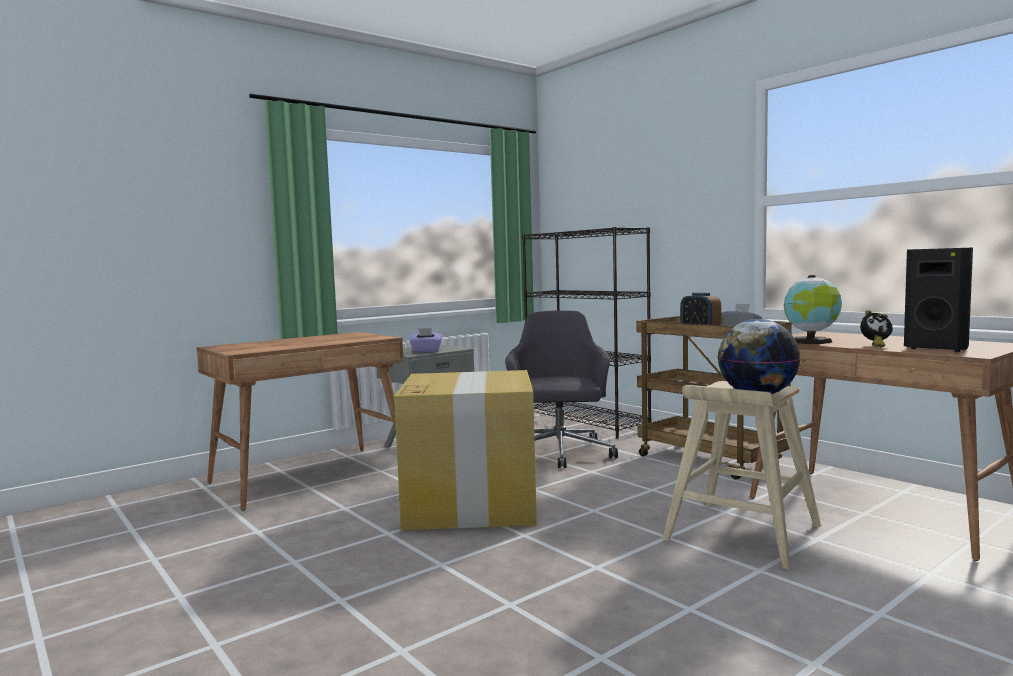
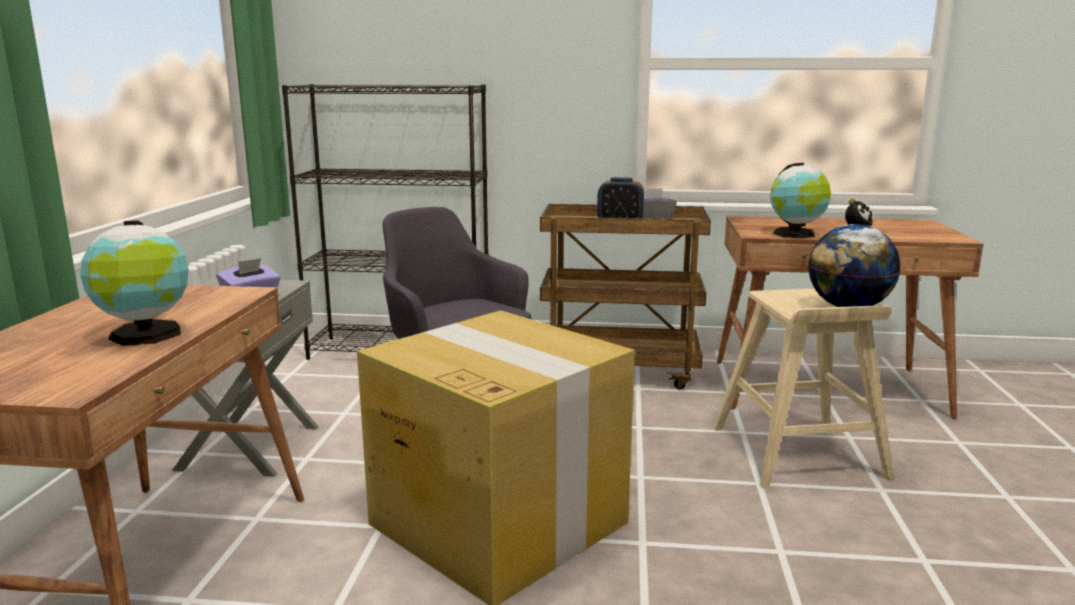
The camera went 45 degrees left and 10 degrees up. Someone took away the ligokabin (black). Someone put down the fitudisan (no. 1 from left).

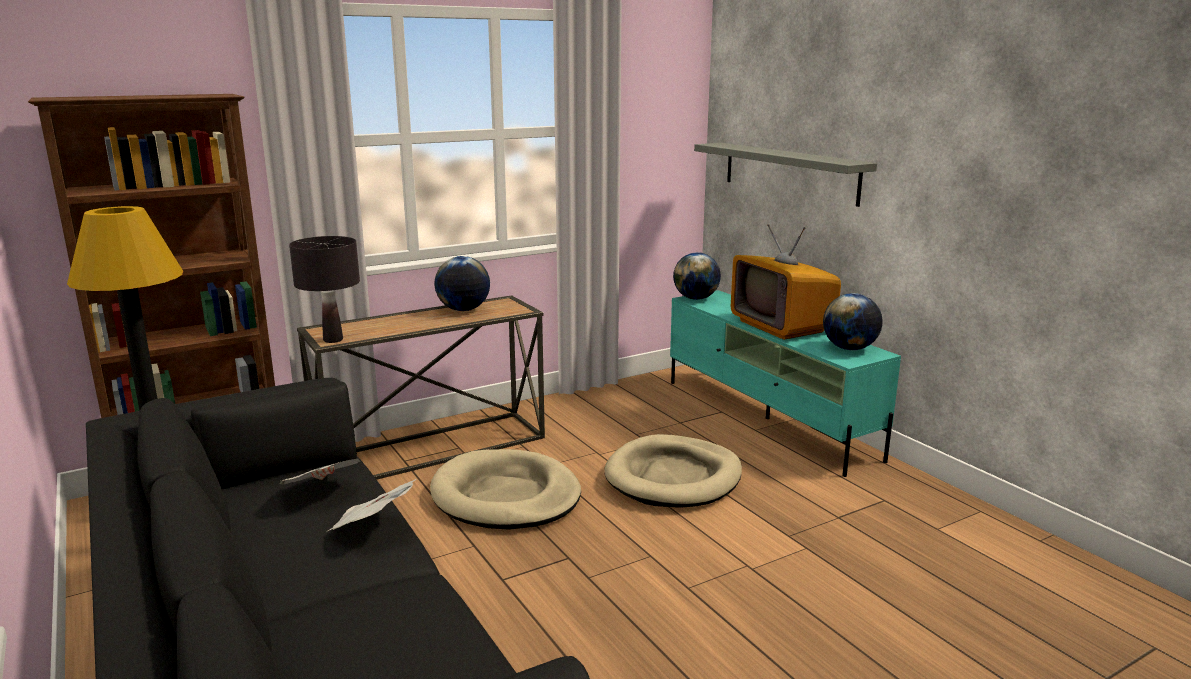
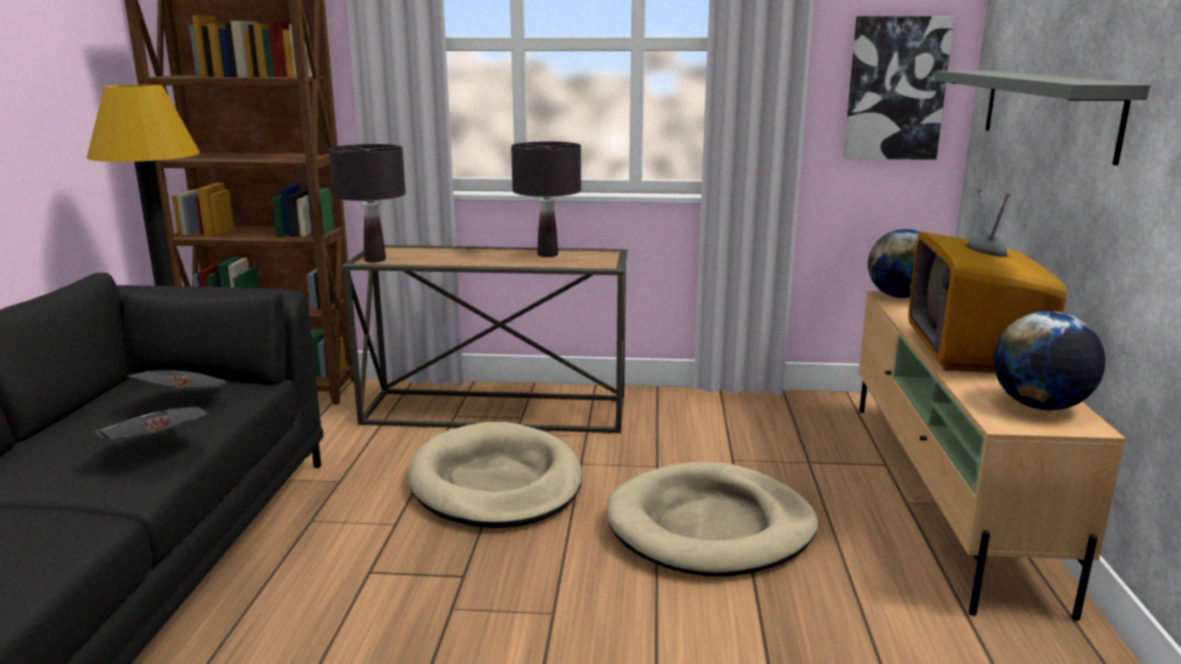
The camera went 35 degrees right and 0 degrees up. Someone put up the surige. Someone swapped the fitudisan (no. 1 from left) for the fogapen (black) (no. 2 from left). Someone repainted the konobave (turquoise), which became the konobave (beige).

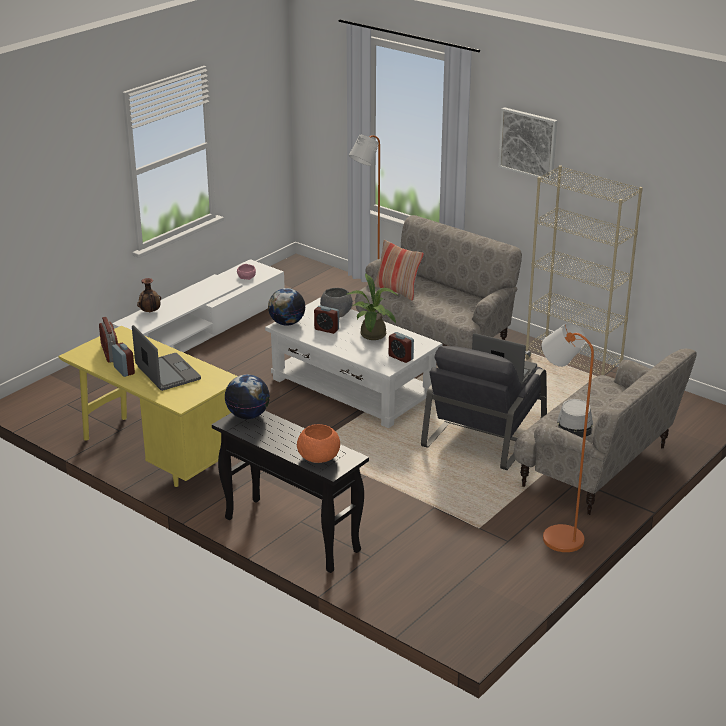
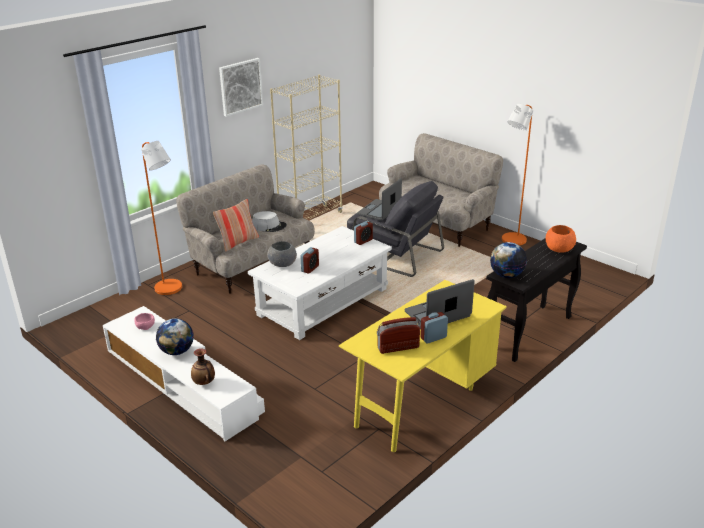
The camera went 85 degrees left and 0 degrees up. Someone took away the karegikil. Someone carried the fitudisan (no. 2 from left in the first image). Someone carried the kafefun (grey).

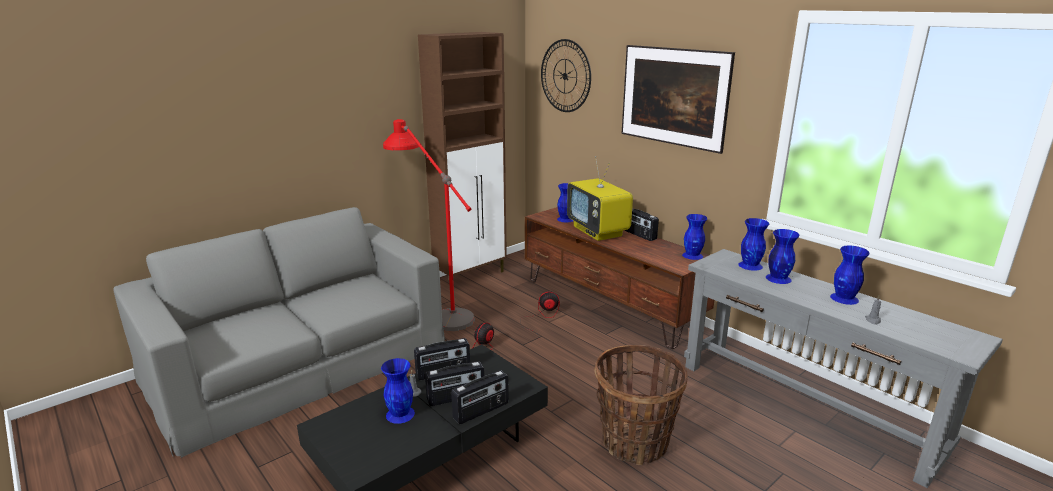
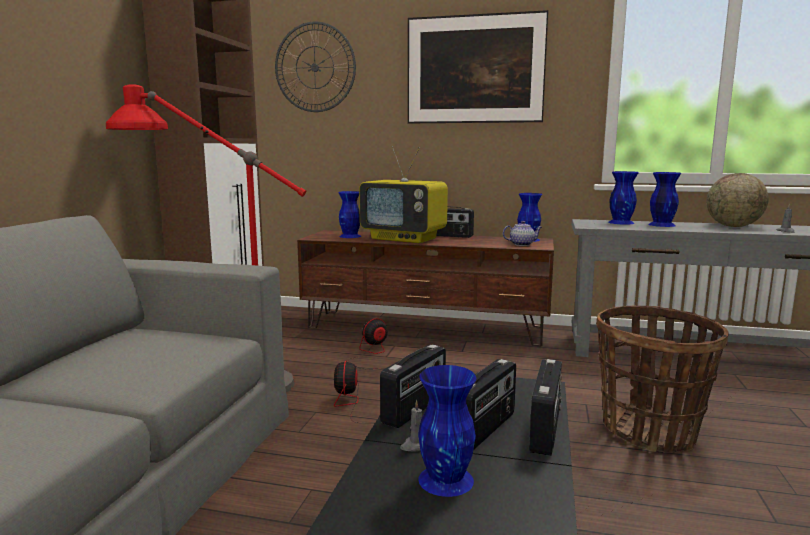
The camera went 35 degrees left and 10 degrees down. Someone put down the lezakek. Someone swapped the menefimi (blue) (no. 6 from left) for the fitudisan.

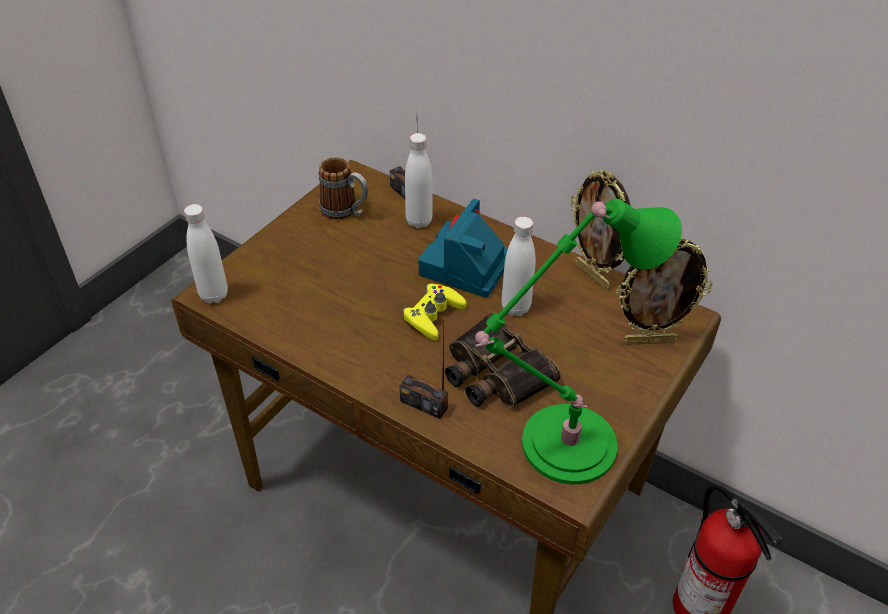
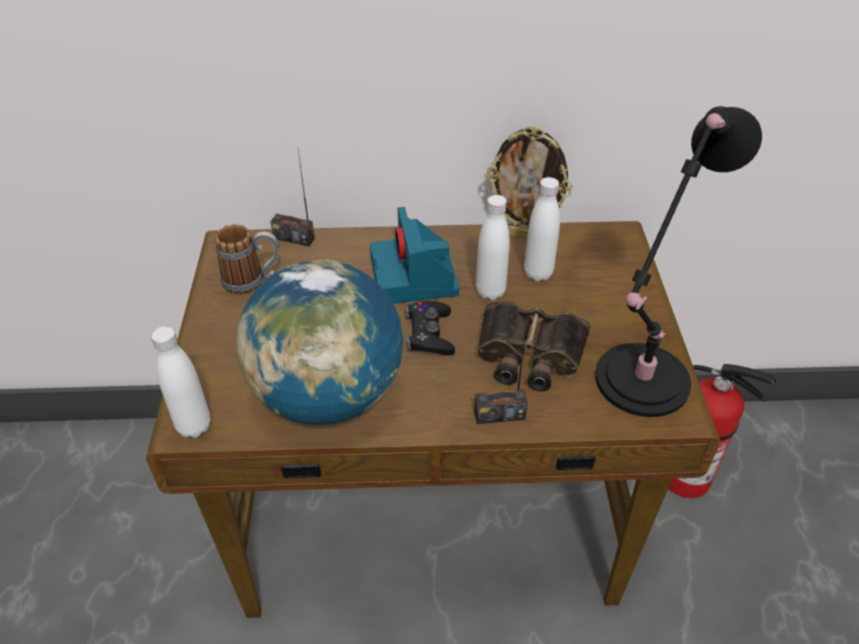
The camera went 35 degrees left and 0 degrees up. Someone took away the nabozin (no. 2 from left). Someone put down the fitudisan. Someone carried the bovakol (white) (no. 2 from left in the first image). Someone repainted the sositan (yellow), which became the sositan (black). Someone repainted the fogapen (green), which became the fogapen (black).

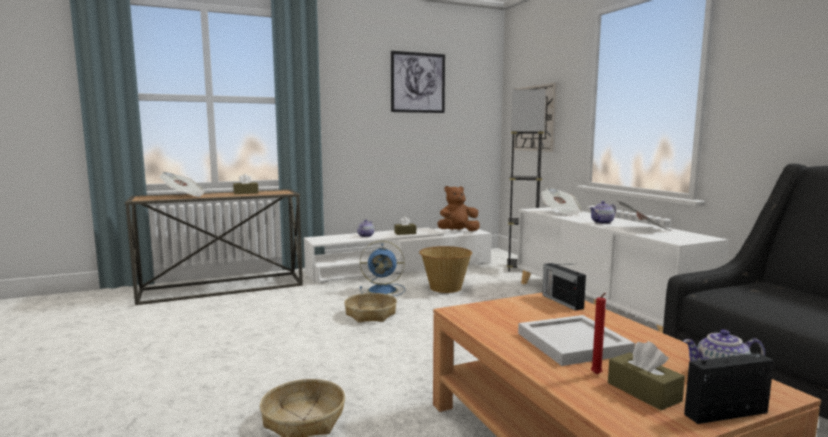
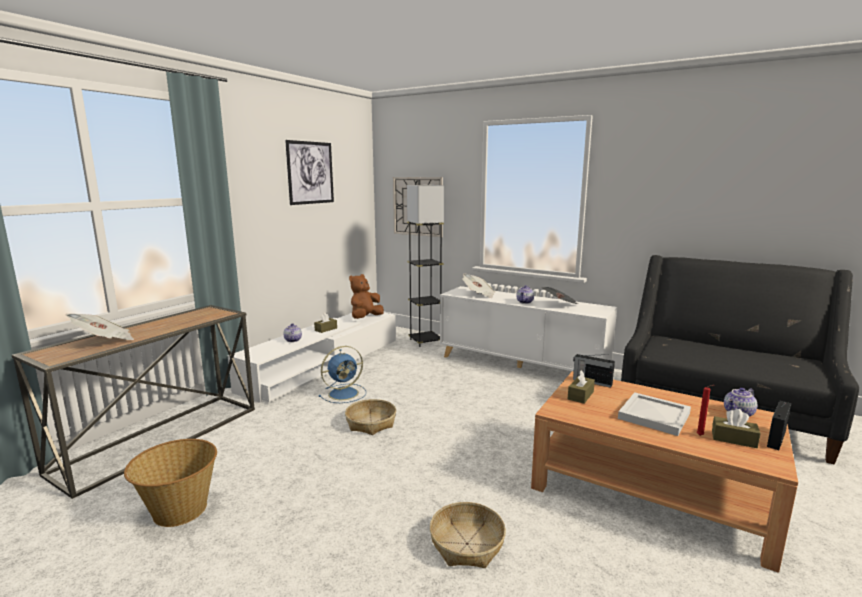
The camera went 35 degrees left and 5 degrees up. Someone carried the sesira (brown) (no. 1 from left in the first image). Someone carried the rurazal (no. 3 from left in the first image).

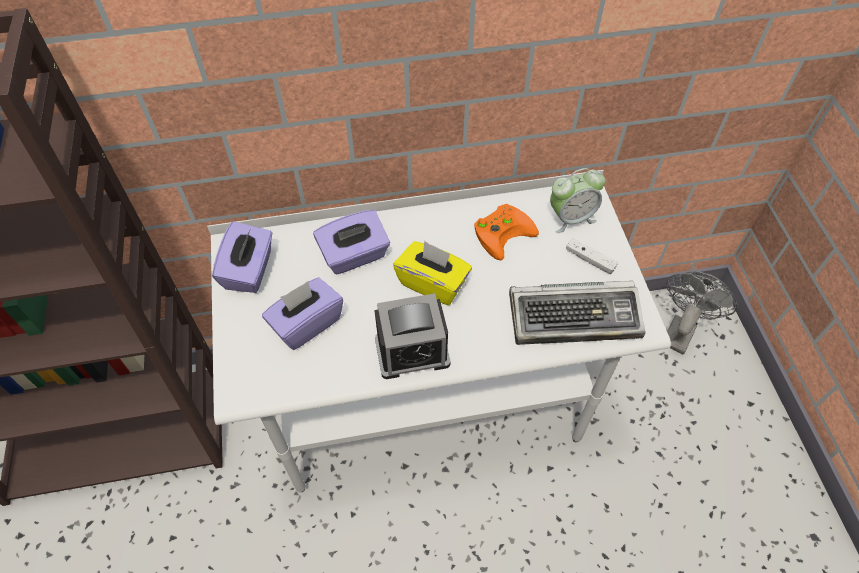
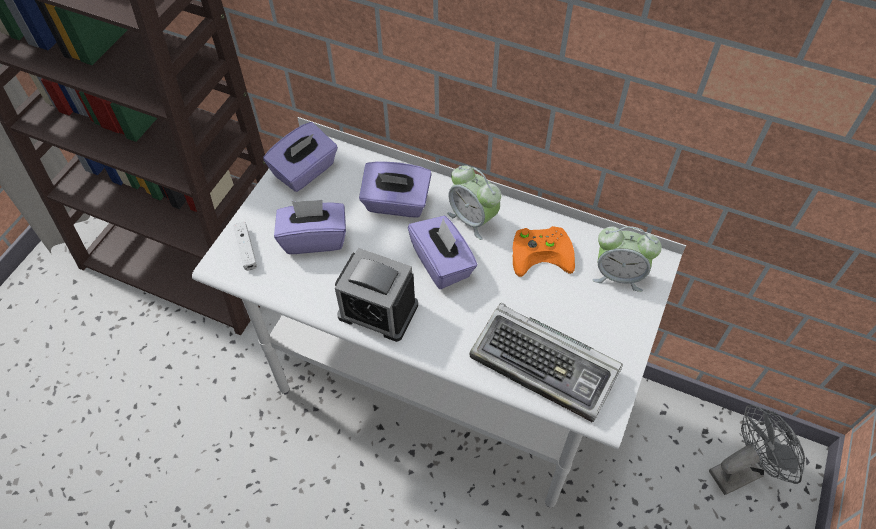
The camera went 35 degrees right and 0 degrees up. Someone put down the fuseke (no. 2 from left). Someone carried the sositan (white). Someone repainted the sesira (yellow), which became the sesira (purple) (no. 4 from left).

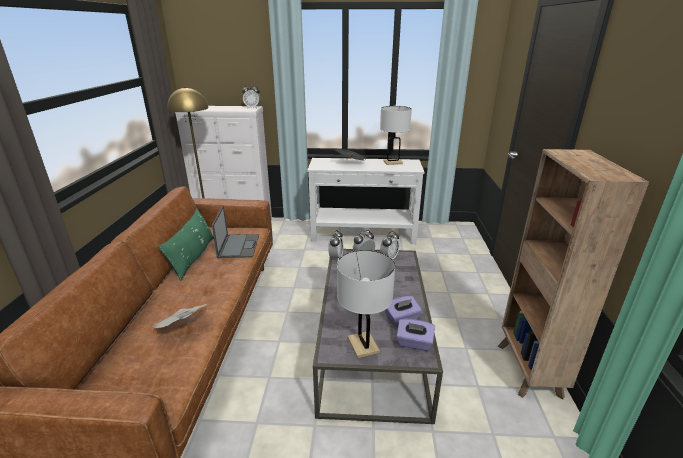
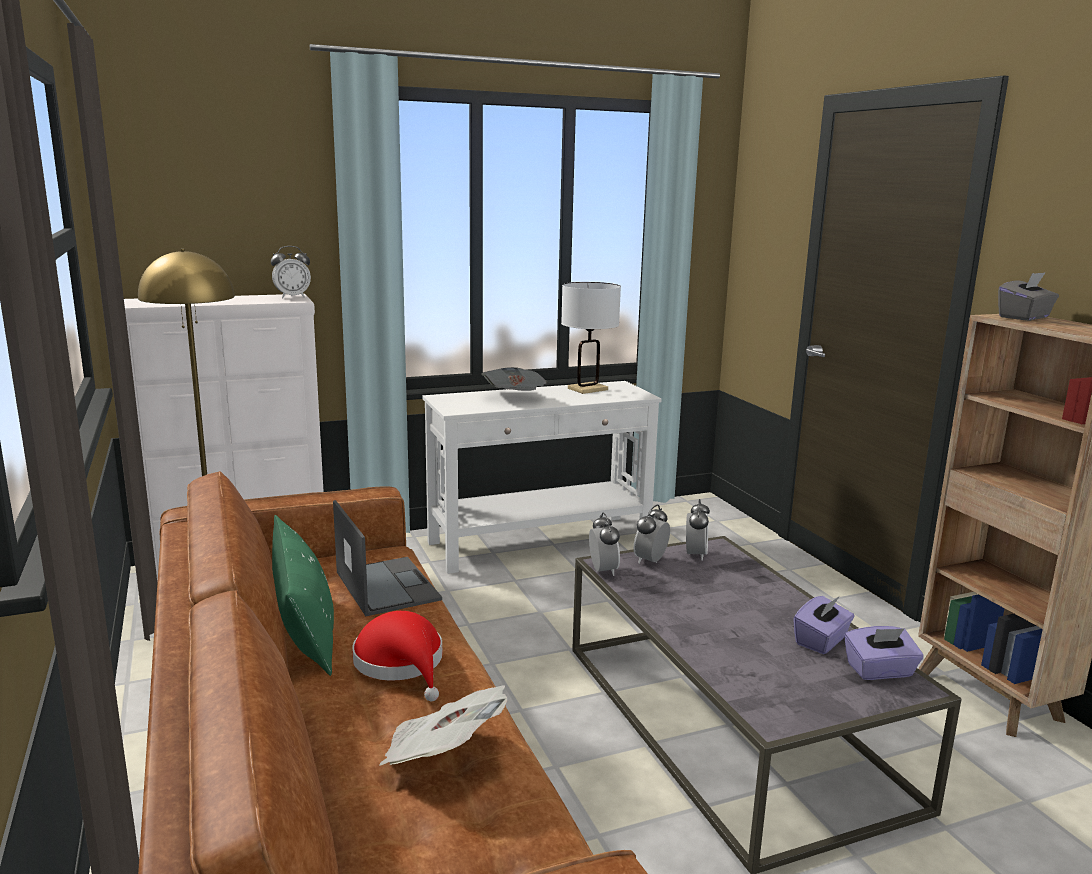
The camera went 25 degrees left and 10 degrees down. Someone took away the fogapen (white) (no. 1 from left). Someone put down the kafefun (red). Someone put down the sesira (grey).

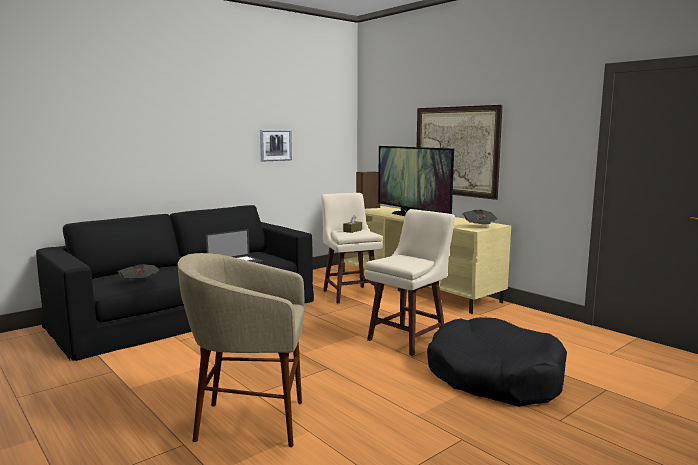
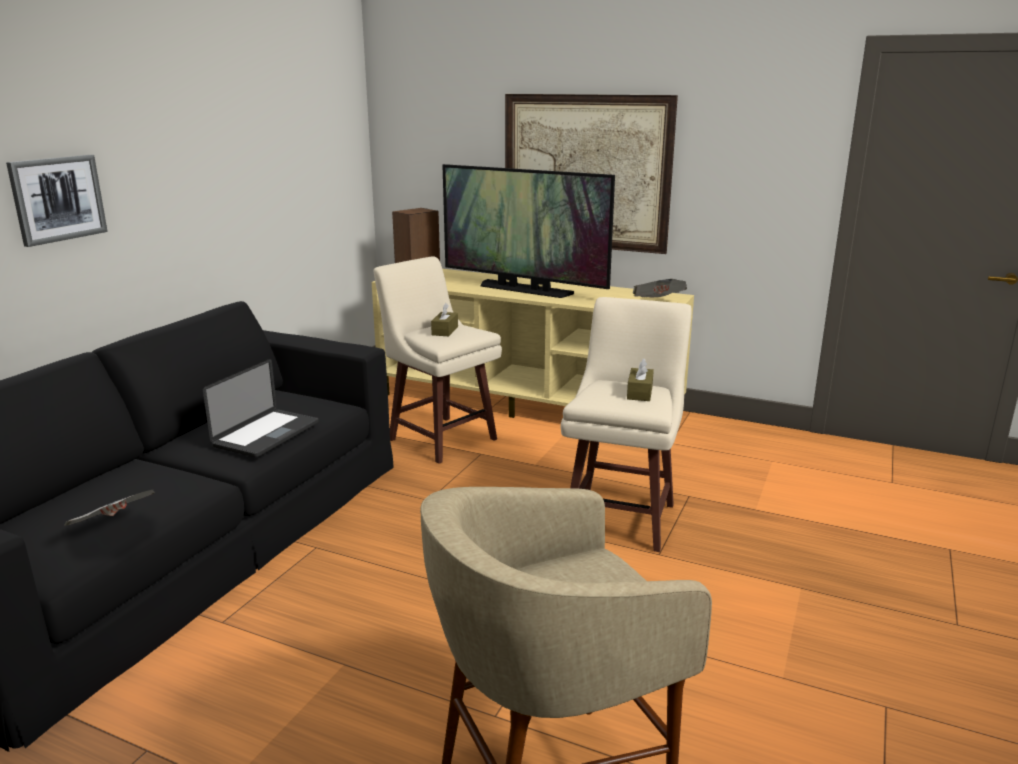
The camera went 25 degrees left and 10 degrees up. Someone took away the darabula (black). Someone put down the sesira (brown) (no. 2 from left). Someone carried the surige (no. 1 from left).

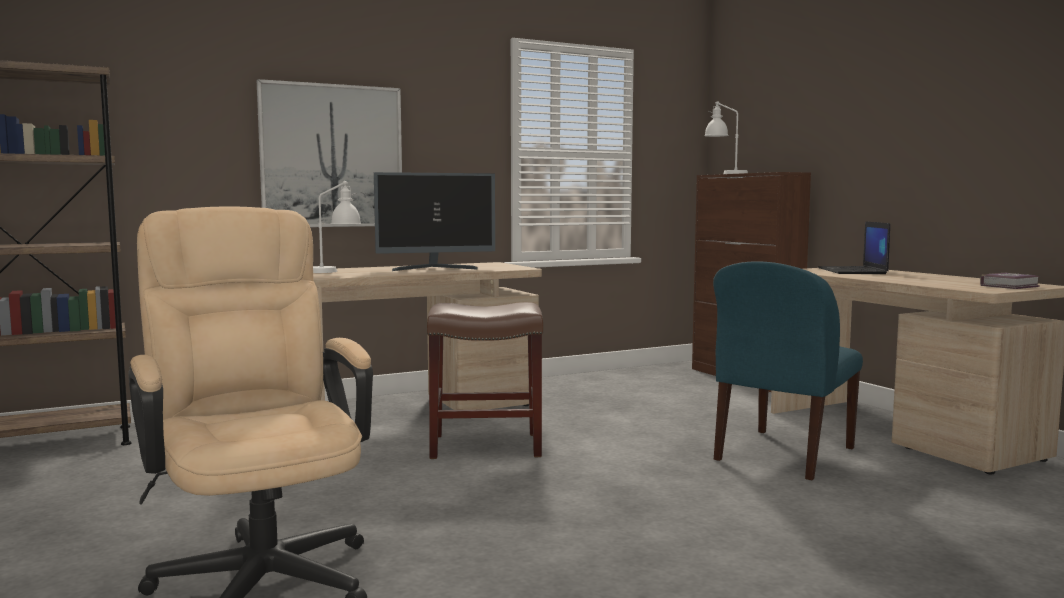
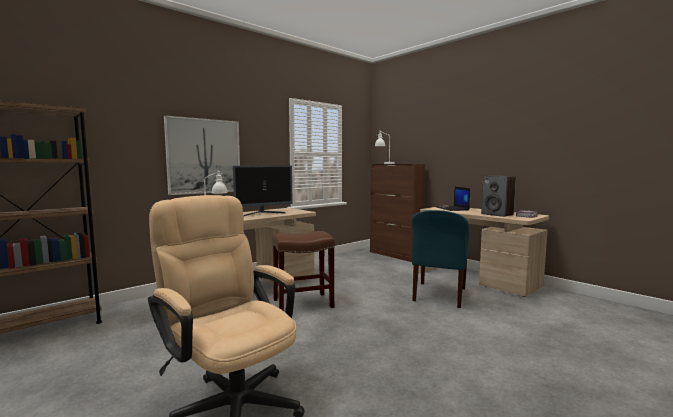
The camera went 15 degrees left and 0 degrees up. Someone put down the ligokabin.

